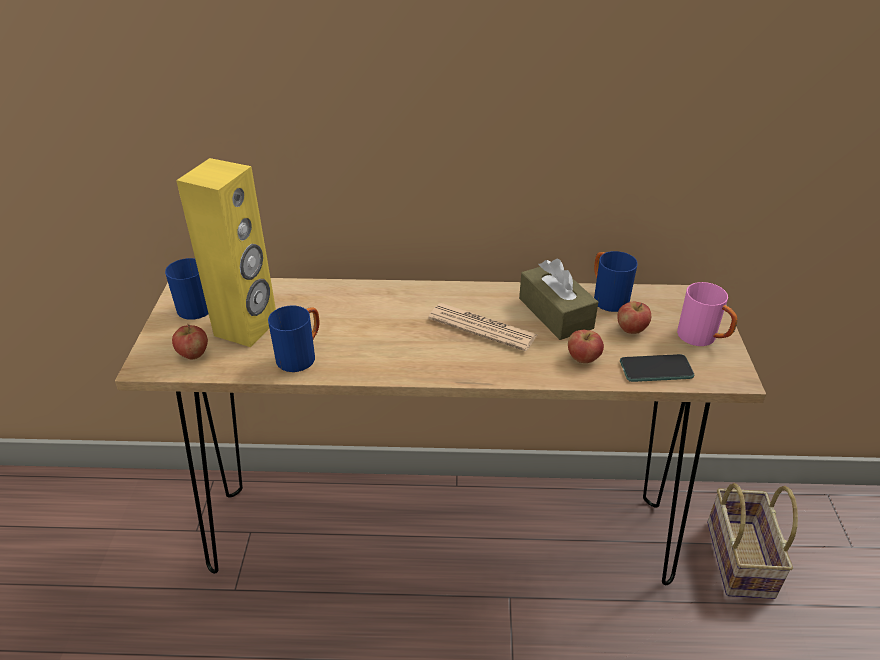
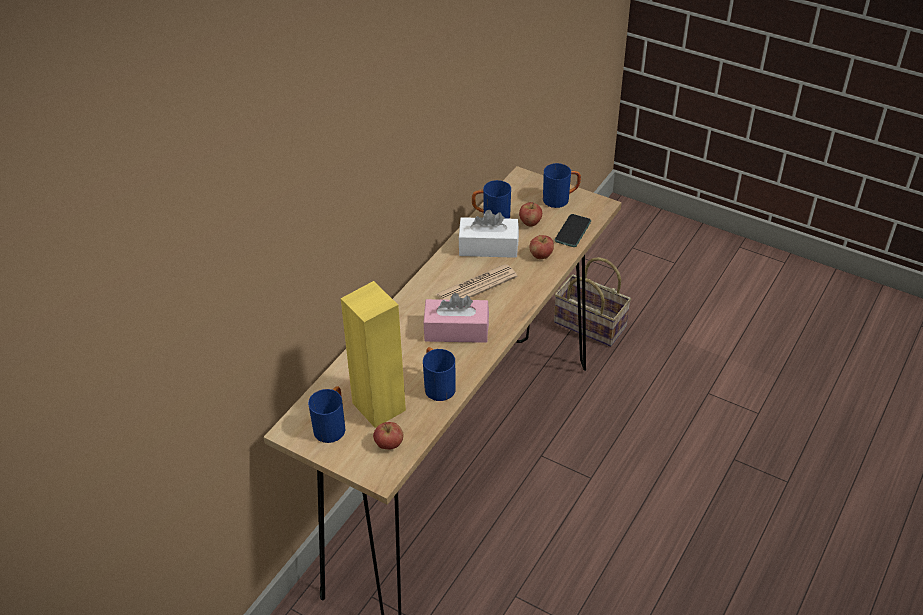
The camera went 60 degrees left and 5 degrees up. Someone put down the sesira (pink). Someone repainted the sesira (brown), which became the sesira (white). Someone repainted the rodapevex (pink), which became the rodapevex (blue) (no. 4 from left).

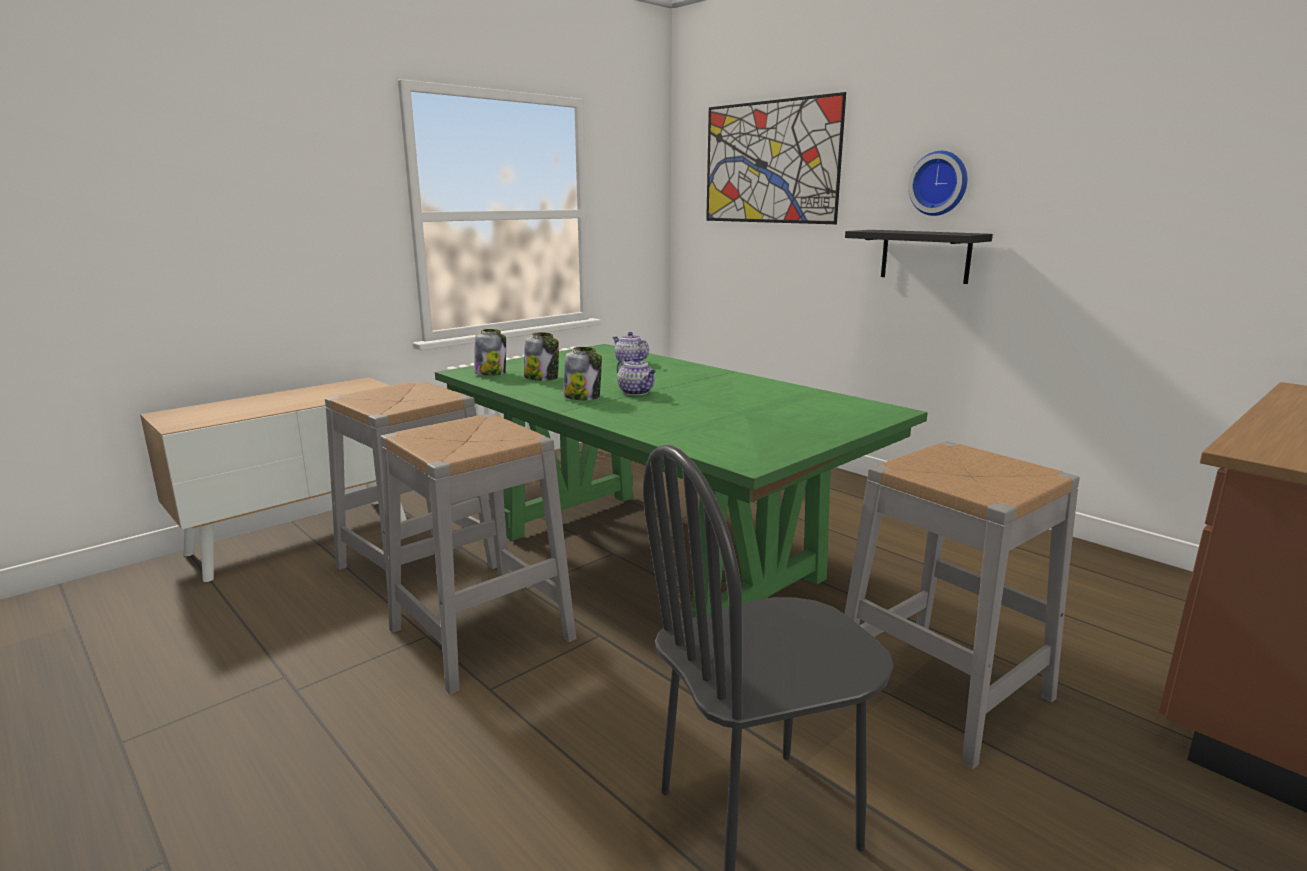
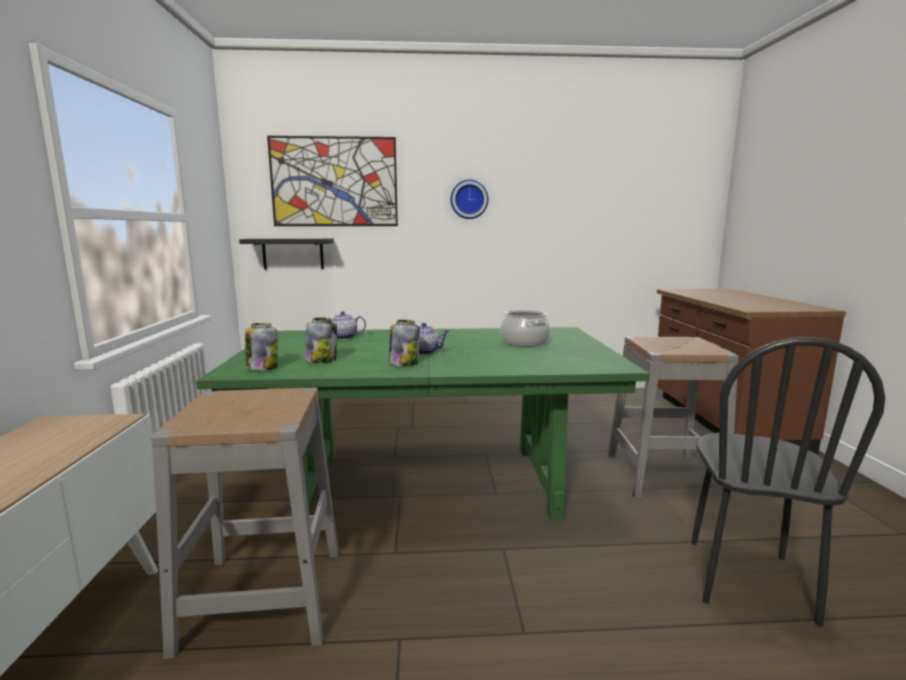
The camera went 50 degrees left and 5 degrees down. Someone took away the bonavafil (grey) (no. 2 from left). Someone put down the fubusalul. Someone carried the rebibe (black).

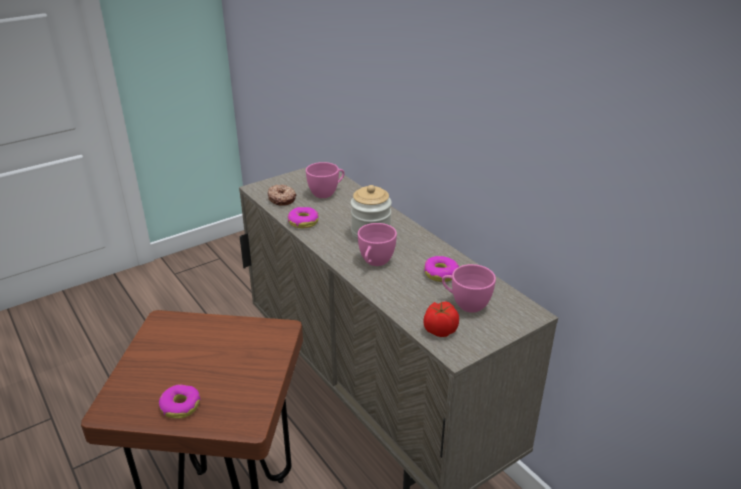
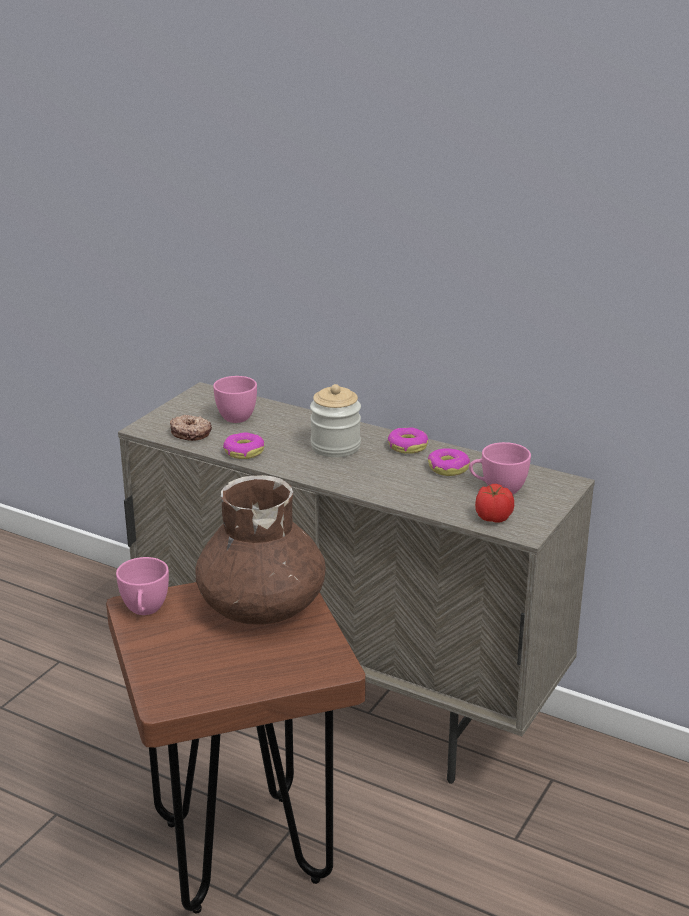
The camera went 25 degrees left and 5 degrees down. Someone put down the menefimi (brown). Someone carried the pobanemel (no. 1 from left in the first image). Someone carried the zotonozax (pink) (no. 2 from left in the first image).

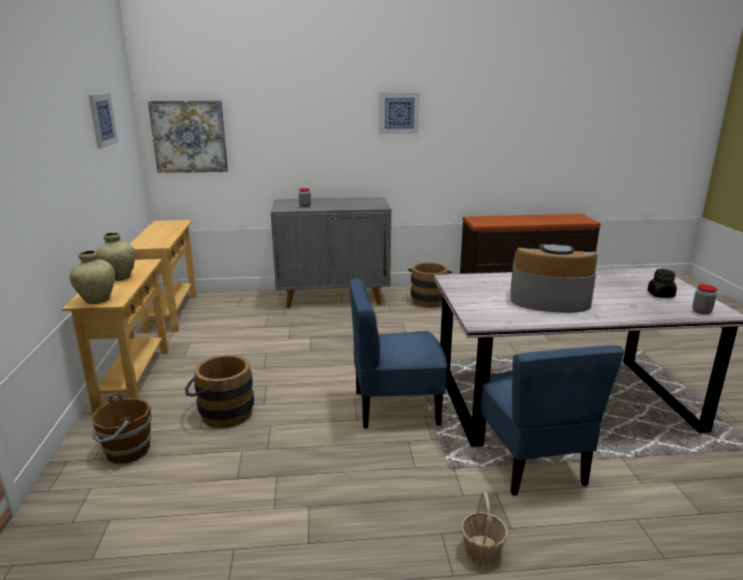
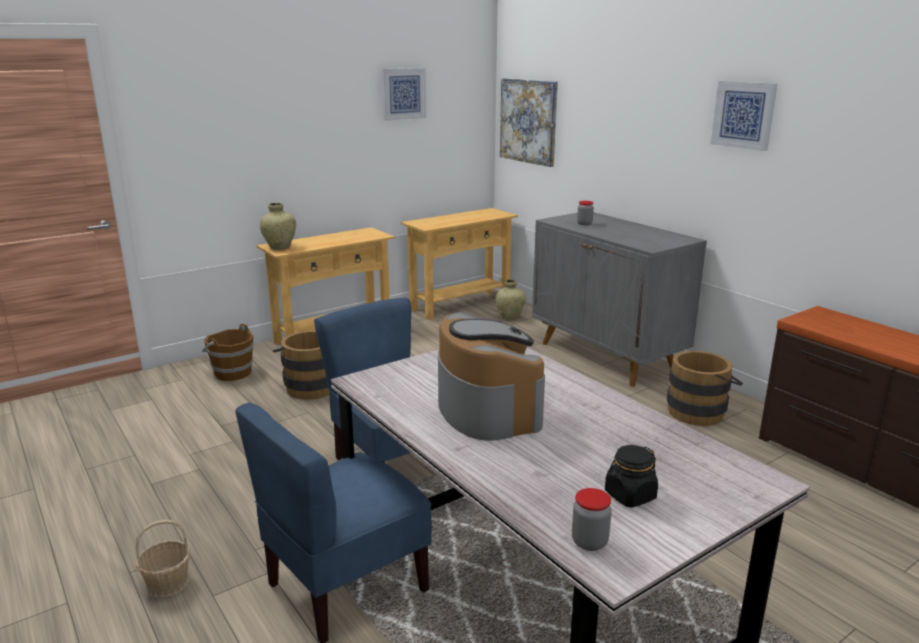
The camera went 60 degrees right and 0 degrees up. Someone carried the menefimi (beige) (no. 2 from left).

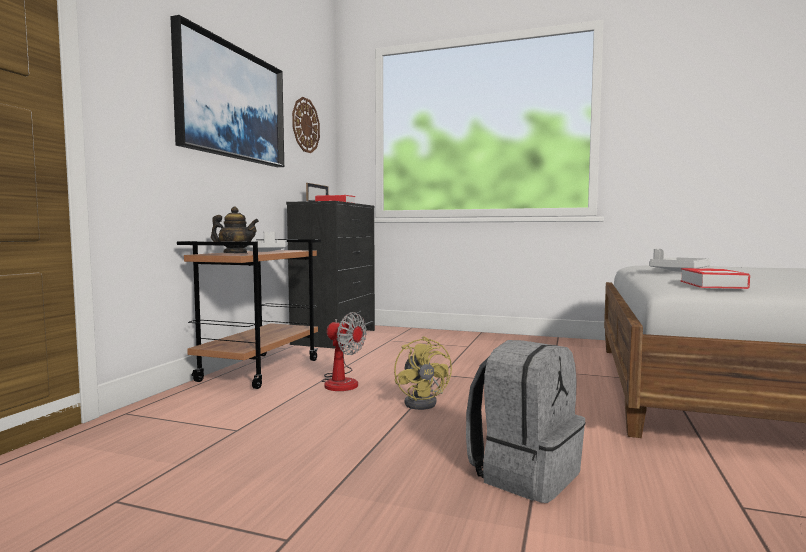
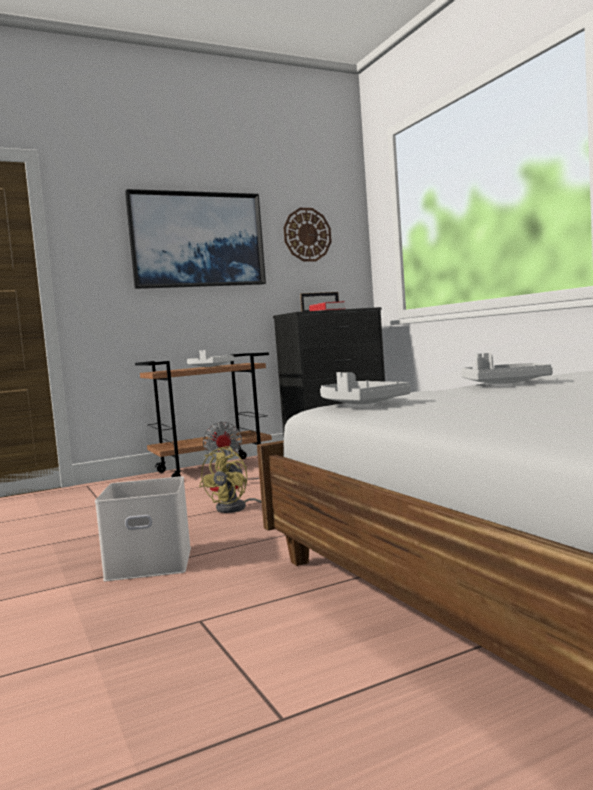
The camera went 45 degrees right and 0 degrees up. Someone took away the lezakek. Someone swapped the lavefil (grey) for the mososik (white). Someone swapped the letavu (no. 2 from left) for the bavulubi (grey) (no. 2 from left).

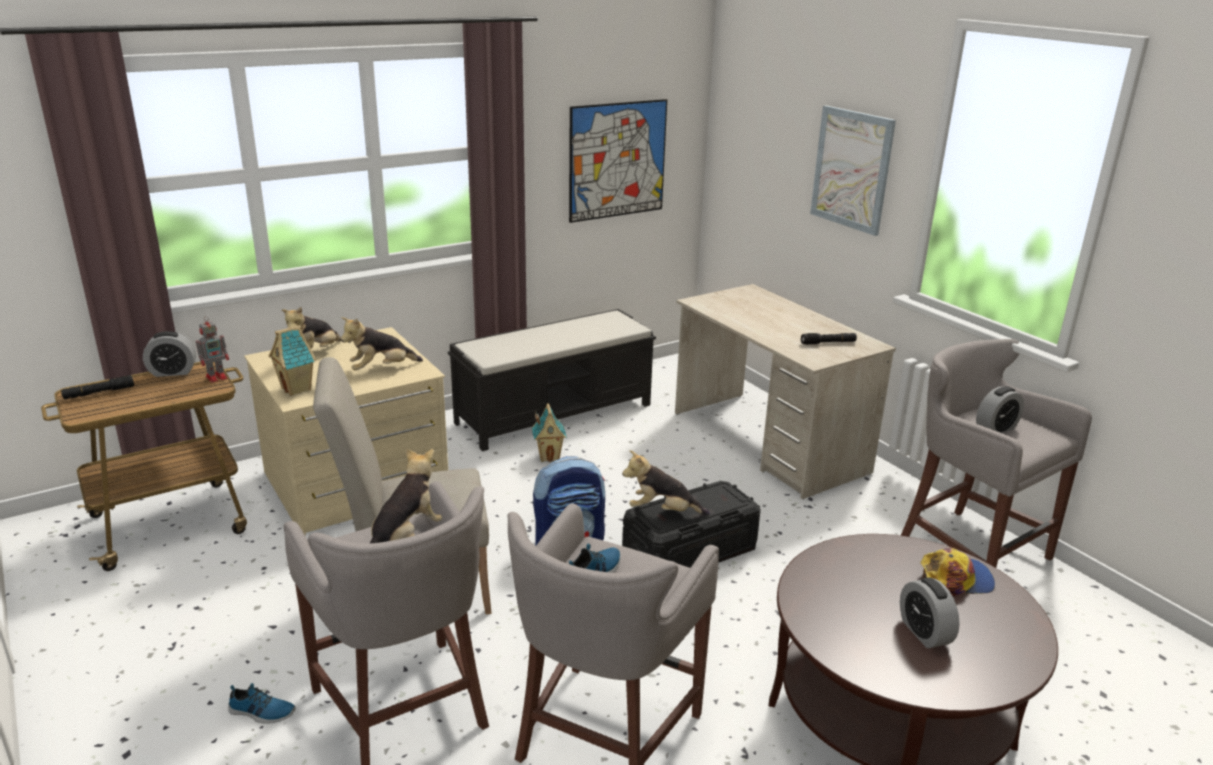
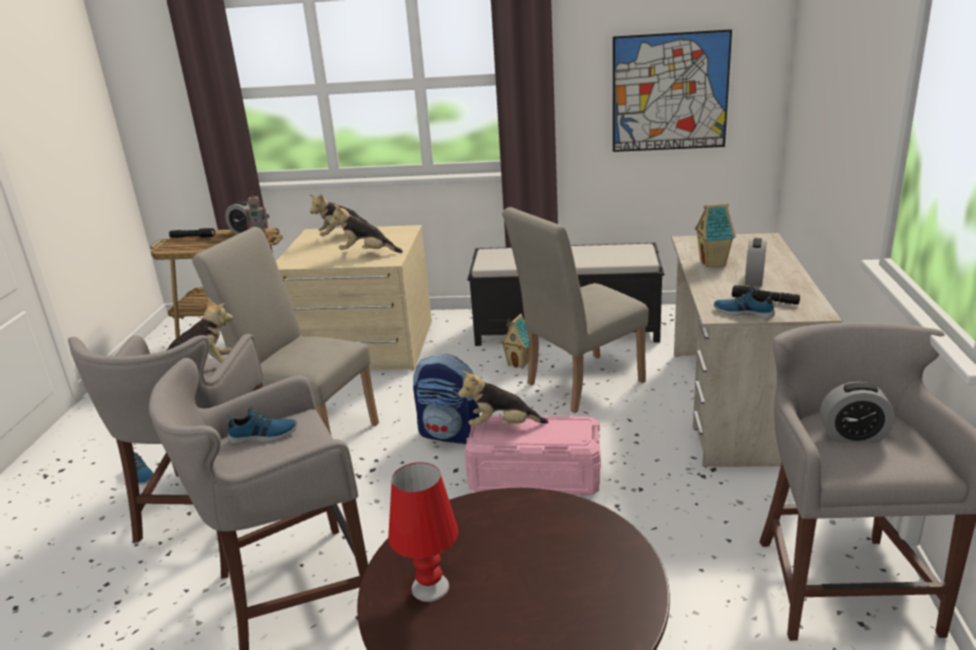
The camera went 40 degrees right and 0 degrees up. Someone took away the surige (no. 2 from left). Someone took away the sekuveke. Someone put down the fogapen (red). Someone put down the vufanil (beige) (no. 2 from left). Someone put down the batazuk (no. 3 from left). Someone carried the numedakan (no. 1 from left in the first image). Someone carried the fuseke (no. 2 from left). Someone repainted the mososik (black), which became the mososik (pink). Someone rotated the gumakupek (no. 4 from left) by 45 degrees counterclockwise.

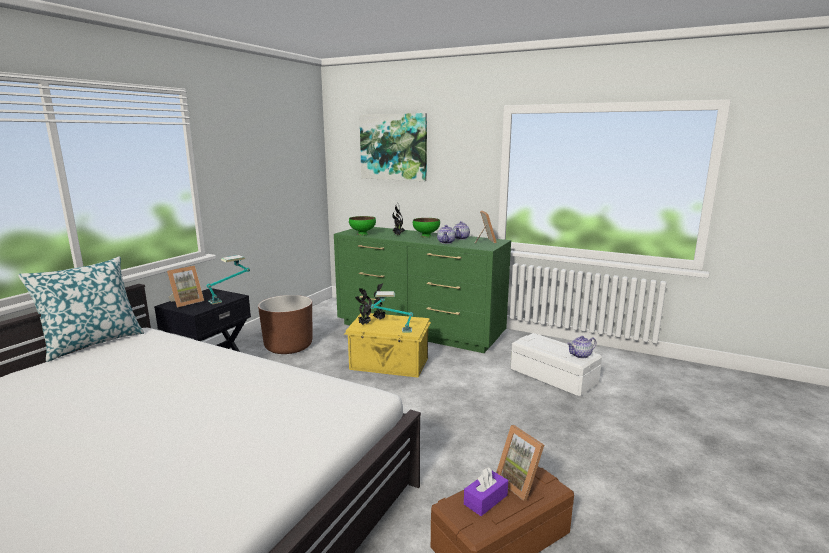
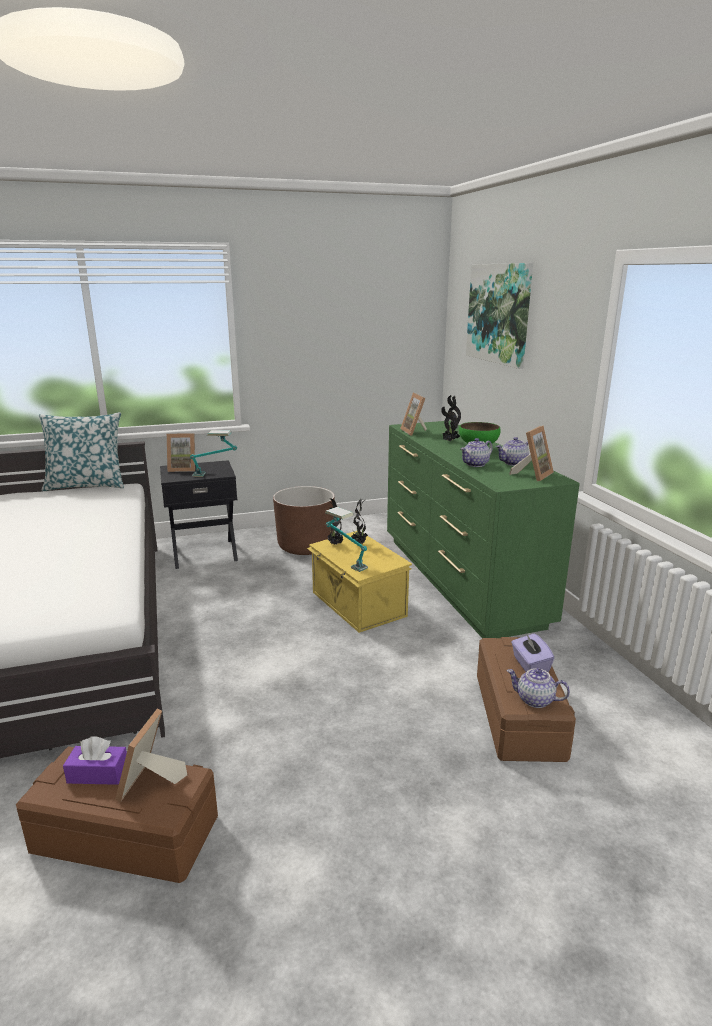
The camera went 45 degrees right and 5 degrees up. Someone put down the sesira (purple) (no. 2 from left). Someone swapped the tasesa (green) (no. 1 from left) for the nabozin (no. 3 from left). Someone repainted the mososik (white), which became the mososik (brown) (no. 2 from left).

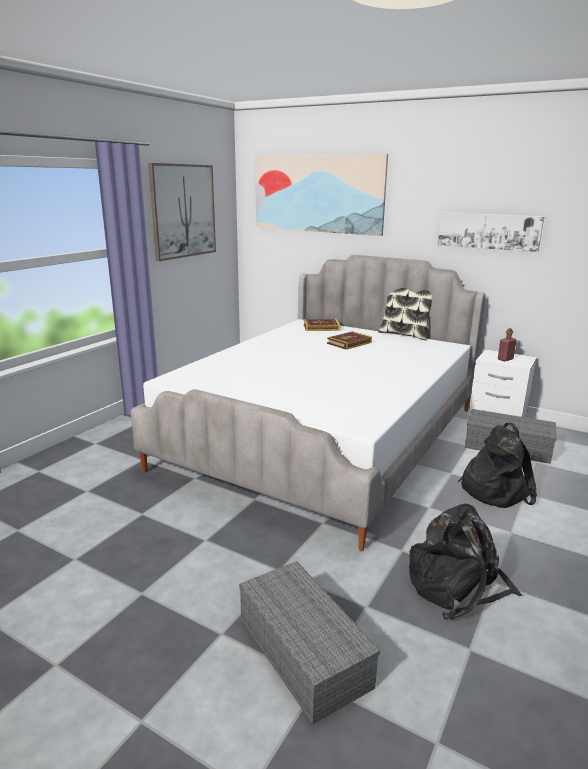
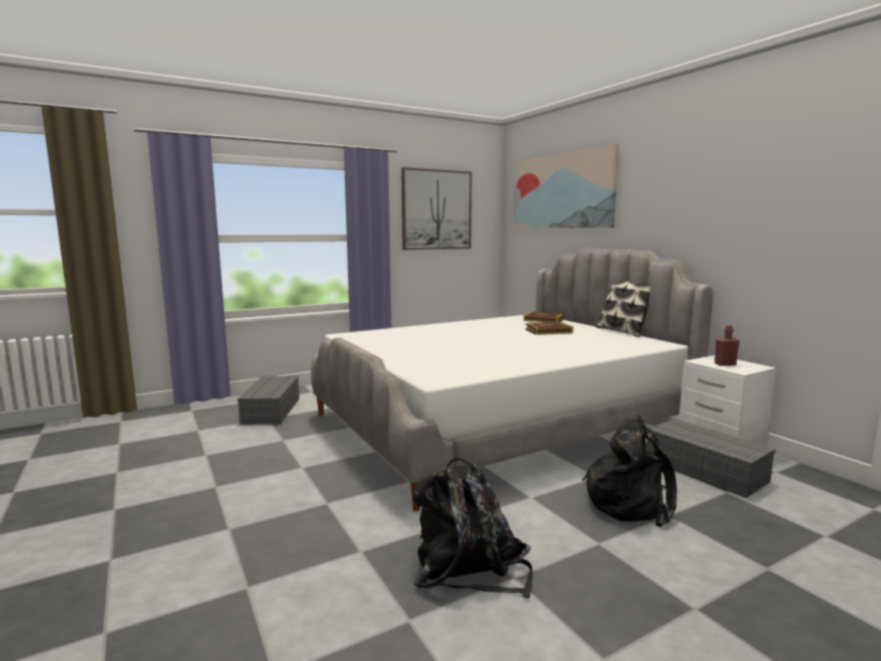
The camera went 30 degrees right and 10 degrees down. Someone took away the surige (no. 3 from left). Someone carried the mososik (grey) (no. 1 from left).

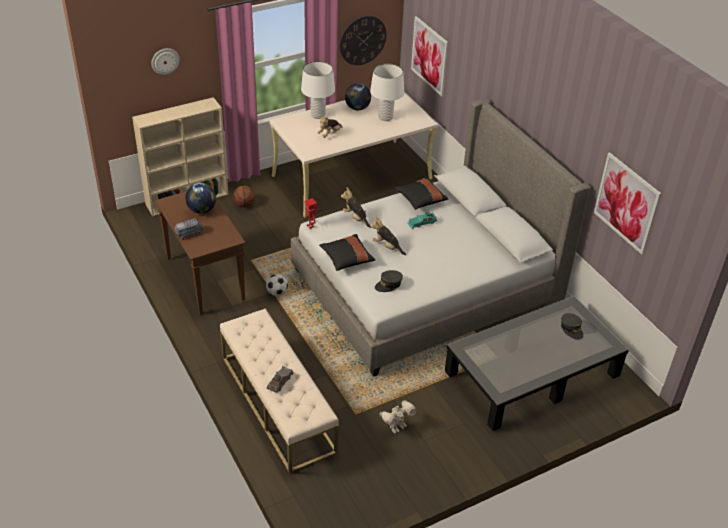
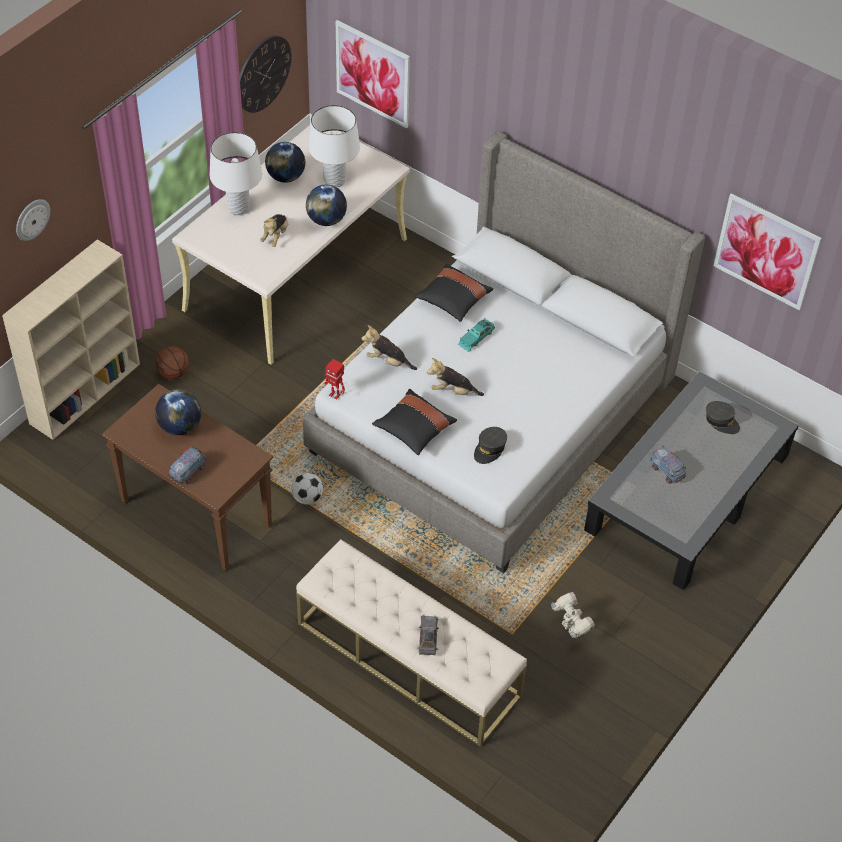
The camera went 25 degrees left and 10 degrees up. Someone put down the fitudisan (no. 3 from left). Someone put down the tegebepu (no. 2 from left). Someone rotated the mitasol (no. 2 from left) by 60 degrees counterclockwise.

